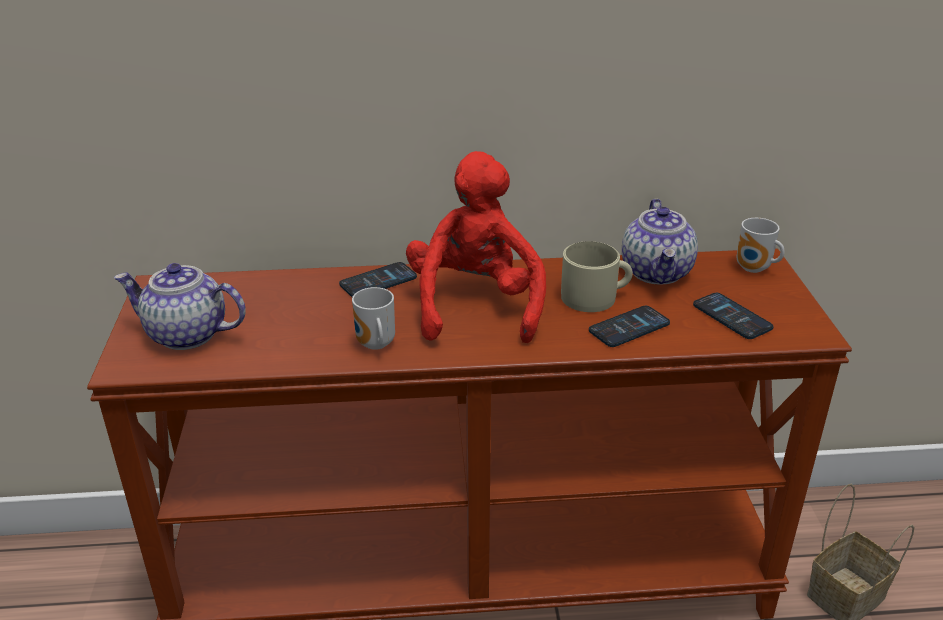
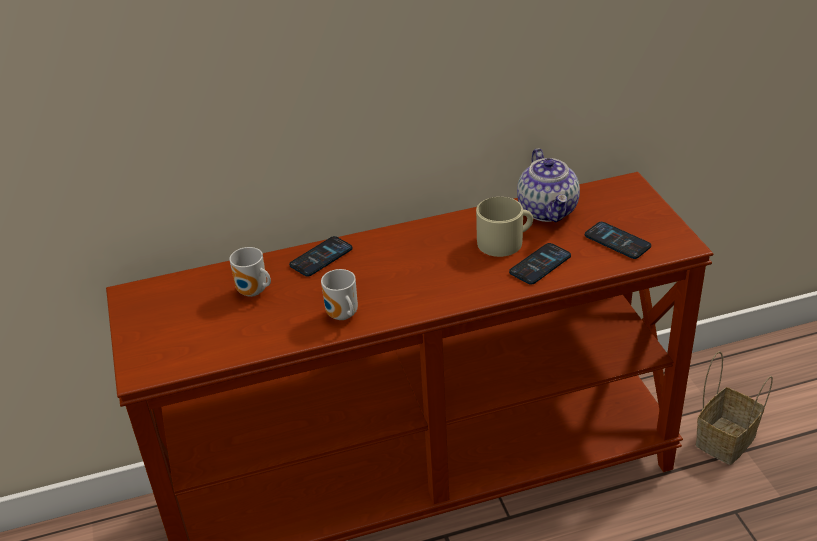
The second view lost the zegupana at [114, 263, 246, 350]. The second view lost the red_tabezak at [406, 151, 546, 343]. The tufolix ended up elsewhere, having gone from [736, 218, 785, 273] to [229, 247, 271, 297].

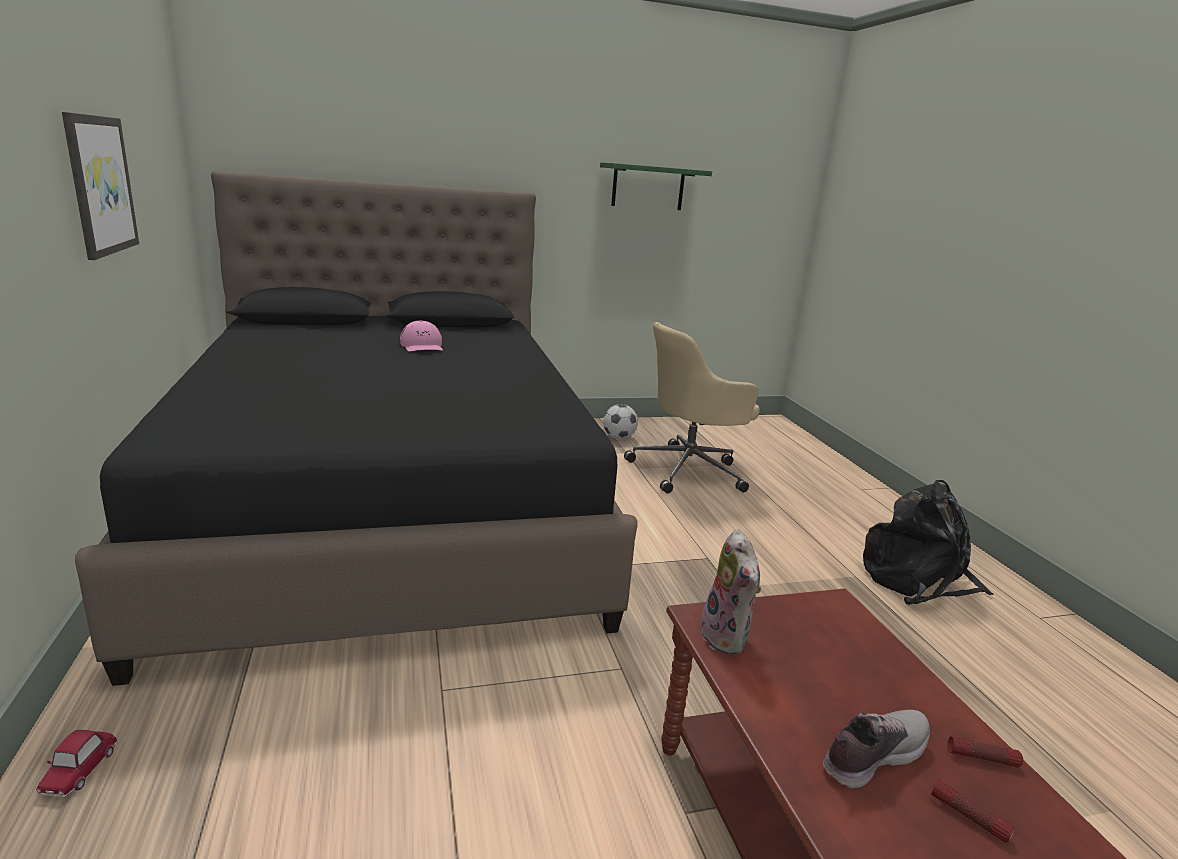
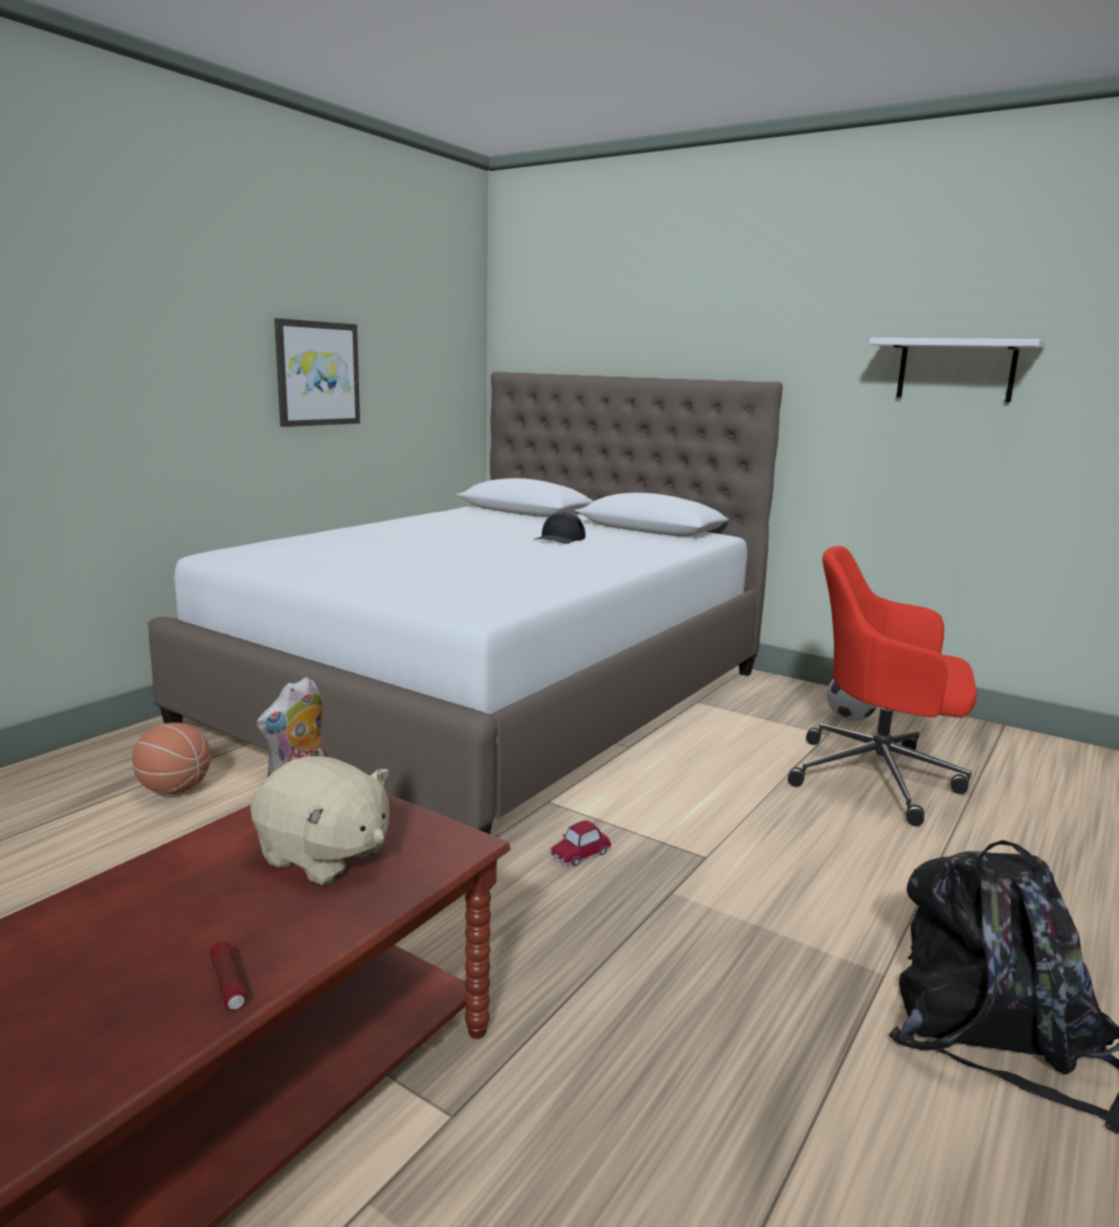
The second view lost the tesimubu at [823, 710, 930, 789]. The second view lost the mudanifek at [931, 780, 1014, 842]. The second view gained the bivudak at [132, 723, 211, 795]. The second view gained the beige_tabezak at [250, 756, 390, 885]. The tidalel ended up elsewhere, having gone from [36, 730, 118, 797] to [550, 821, 611, 866]. What was the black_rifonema at [75, 171, 637, 686] turned into the white_rifonema at [148, 371, 783, 834]. What was the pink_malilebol at [400, 321, 443, 351] turned into the black_malilebol at [534, 512, 585, 544]. What was the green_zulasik at [600, 162, 712, 210] turned into the white_zulasik at [869, 338, 1046, 402]. What was the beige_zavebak at [624, 322, 760, 493] turned into the red_zavebak at [788, 546, 977, 826].

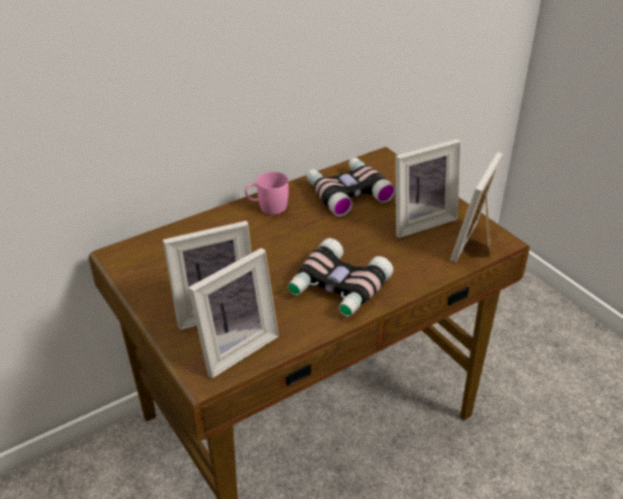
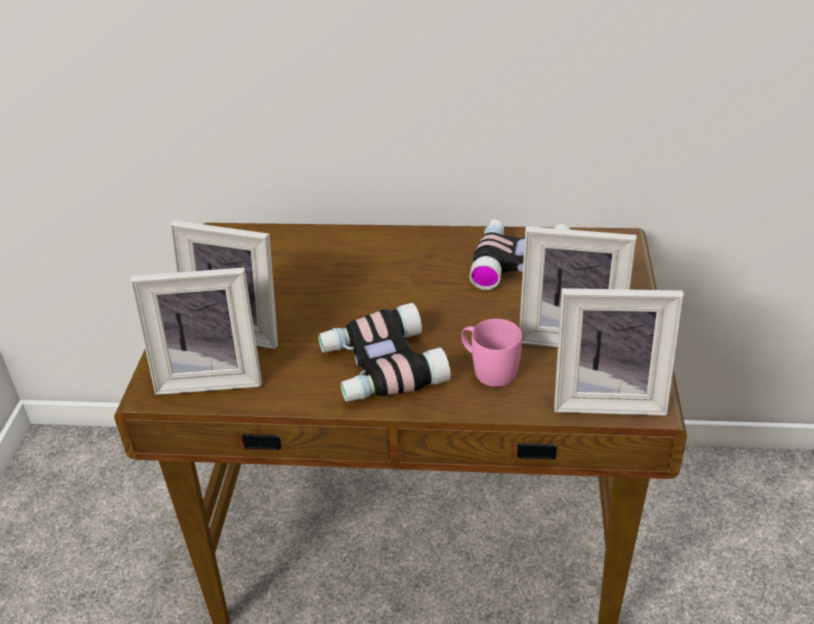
The pink_tufolix ended up elsewhere, having gone from [245, 172, 289, 215] to [461, 319, 522, 387]. The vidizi at [450, 152, 503, 263] ended up facing another way, 150 degrees counterclockwise from before.

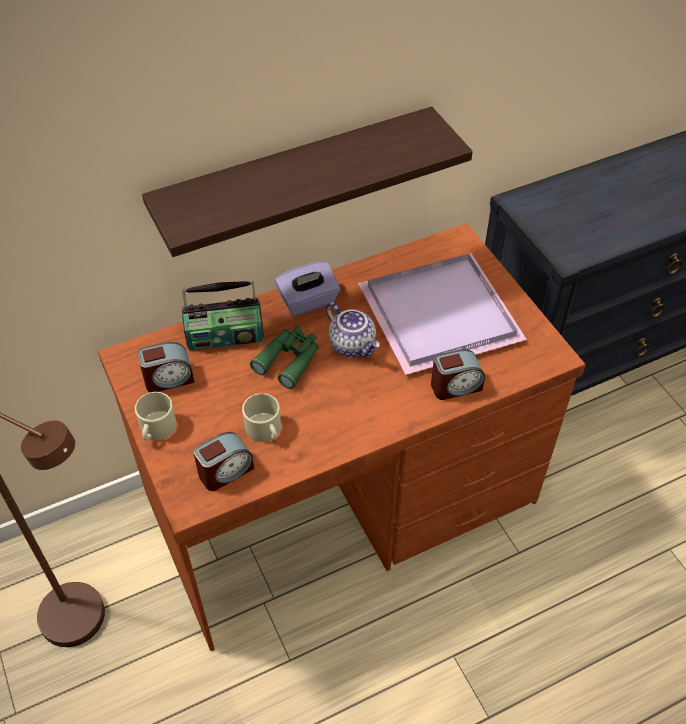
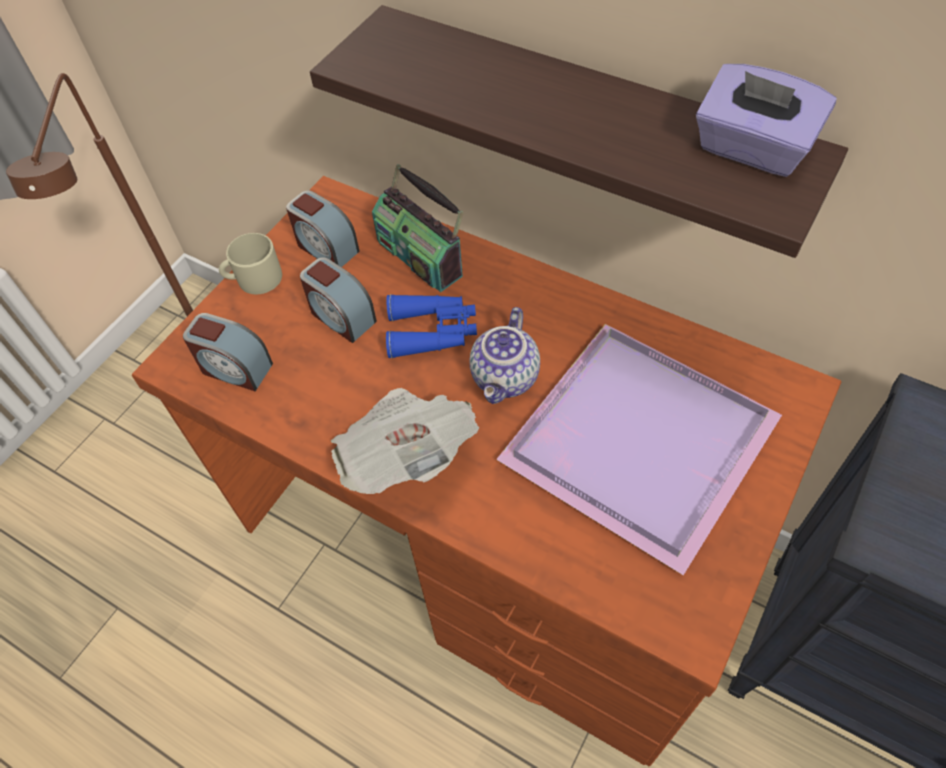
The second view lost the beige_tufolix at [242, 393, 281, 442]. The second view gained the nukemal at [331, 388, 479, 494]. The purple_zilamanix ended up elsewhere, having gone from [275, 261, 340, 316] to [696, 64, 837, 177]. The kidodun ended up elsewhere, having gone from [431, 349, 485, 400] to [300, 257, 377, 343]. What was the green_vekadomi at [250, 327, 319, 389] turned into the blue_vekadomi at [386, 294, 477, 359].

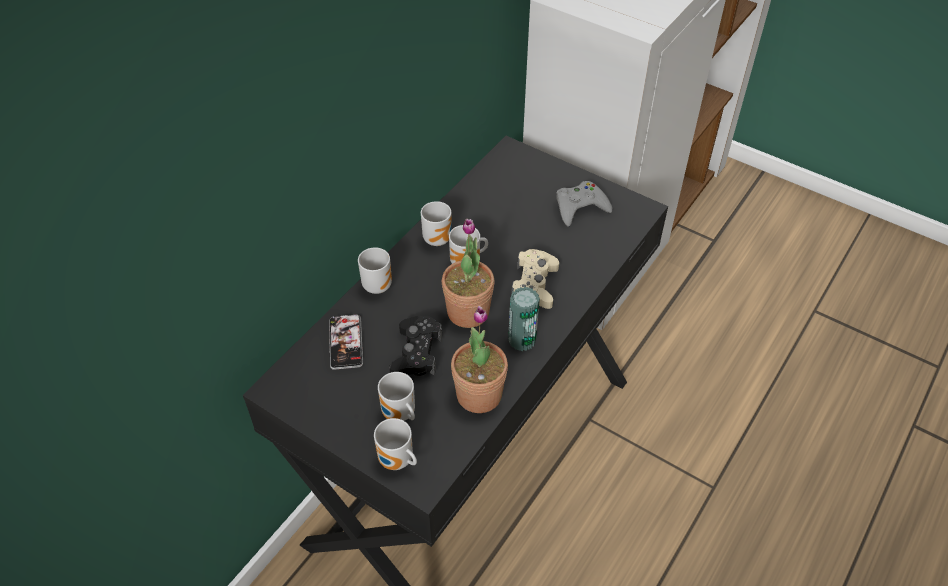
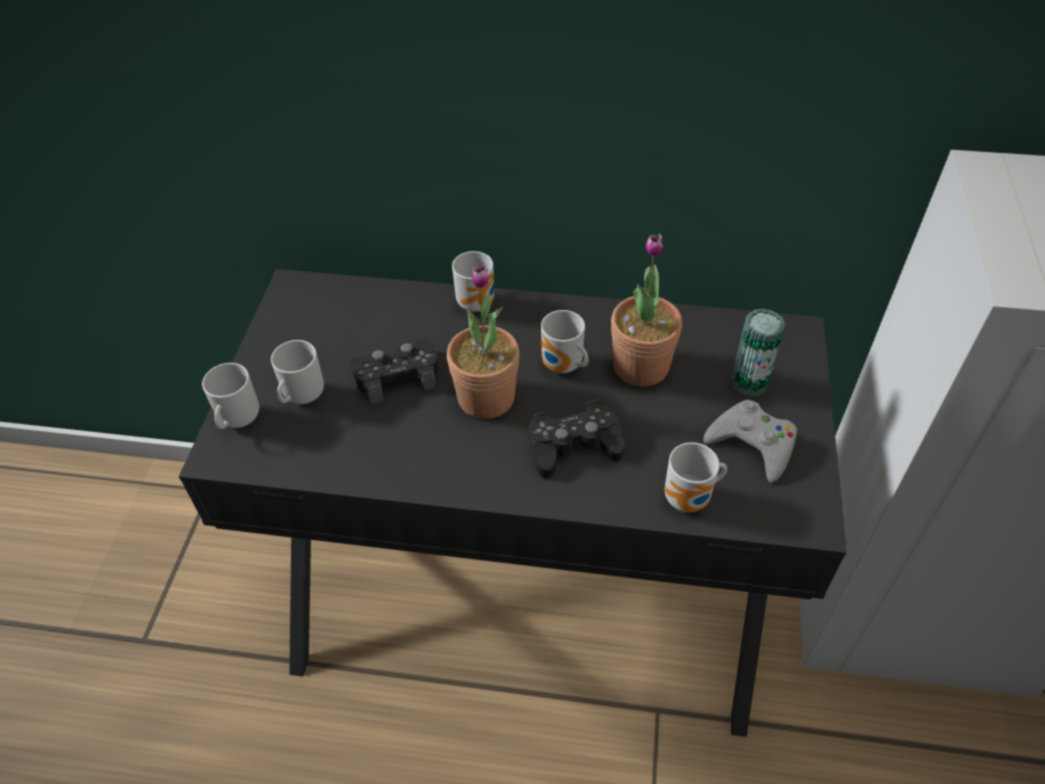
The second view lost the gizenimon at [329, 315, 363, 370]. The tufolix ended up elsewhere, having gone from [421, 201, 451, 246] to [665, 442, 727, 512]. The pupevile ended up elsewhere, having gone from [451, 306, 508, 413] to [611, 234, 682, 387]. The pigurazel ended up elsewhere, having gone from [508, 287, 540, 351] to [731, 309, 786, 397]. What was the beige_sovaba at [511, 249, 559, 309] turned into the black_sovaba at [528, 400, 624, 479].

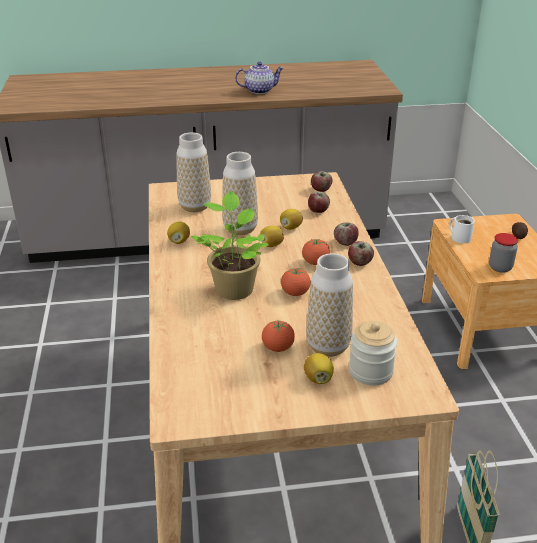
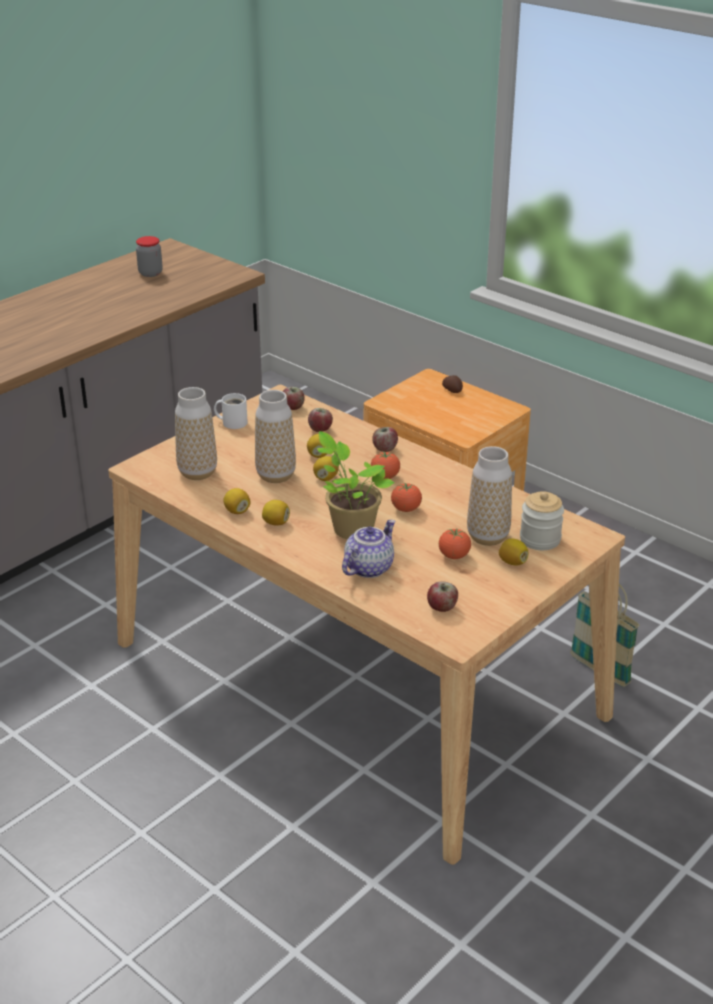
The second view gained the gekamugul at [262, 500, 290, 526]. The zegupana ended up elsewhere, having gone from [235, 62, 284, 94] to [342, 520, 395, 578]. The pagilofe ended up elsewhere, having gone from [348, 241, 374, 266] to [427, 581, 458, 612]. The white_tufolix ended up elsewhere, having gone from [449, 215, 475, 243] to [214, 393, 248, 429]. The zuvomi ended up elsewhere, having gone from [489, 233, 518, 273] to [136, 236, 162, 277].

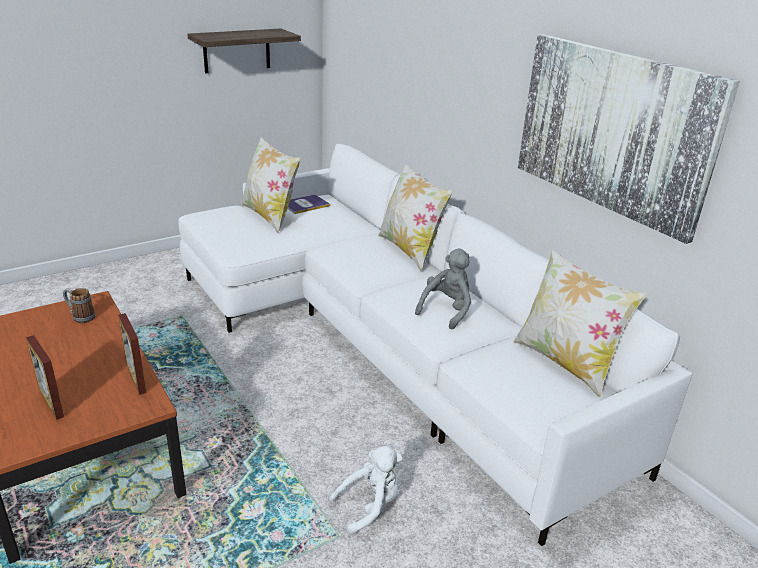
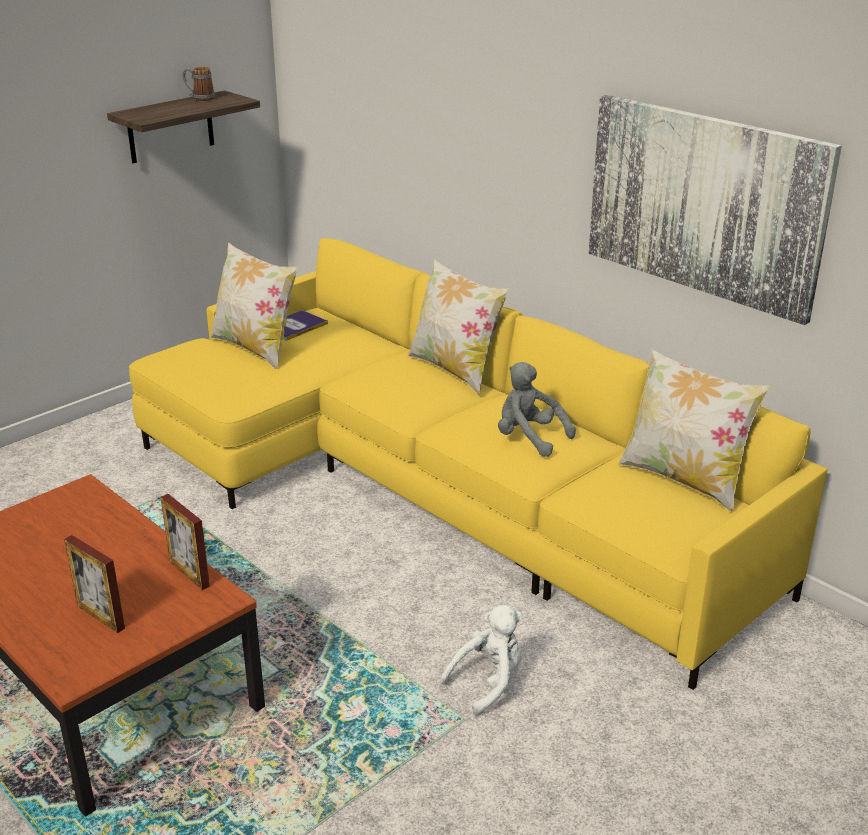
The tufolix ended up elsewhere, having gone from [63, 288, 95, 323] to [182, 67, 215, 101]. What was the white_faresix at [178, 144, 692, 546] turned into the yellow_faresix at [129, 238, 828, 690]. The grey_tabezak at [415, 248, 471, 330] ended up facing another way, 75 degrees counterclockwise from before.

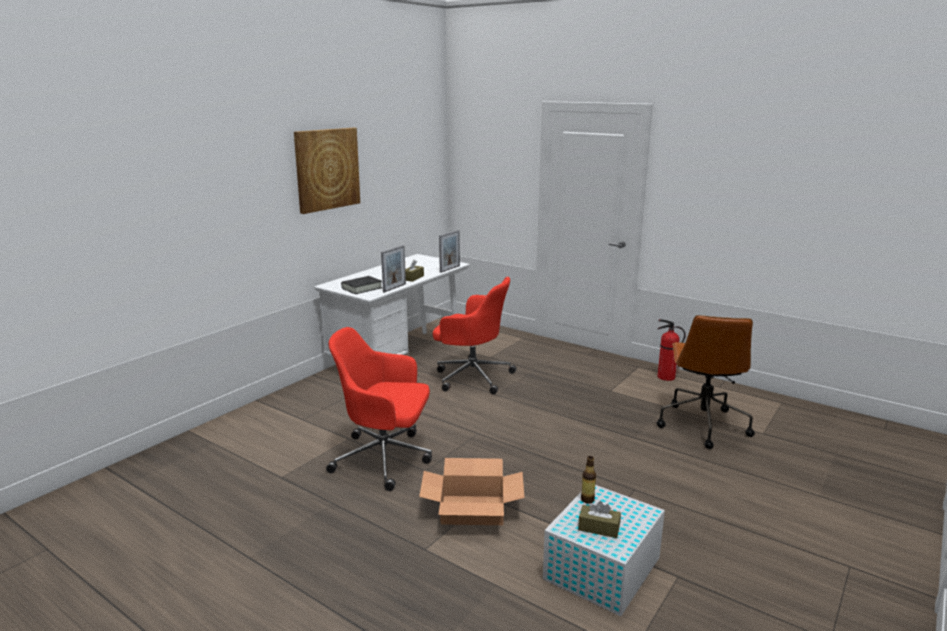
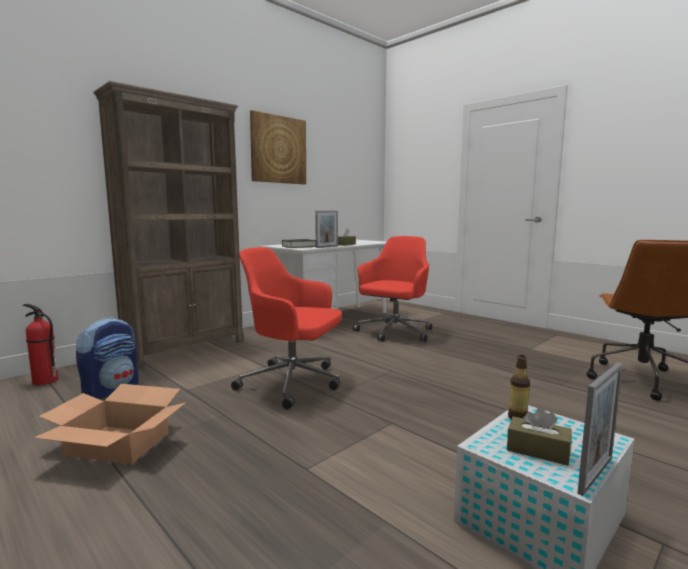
The second view gained the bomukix at [76, 317, 138, 399]. The second view gained the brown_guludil at [93, 81, 244, 367]. The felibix ended up elsewhere, having gone from [419, 458, 525, 525] to [34, 384, 185, 464]. The vidizi ended up elsewhere, having gone from [439, 230, 460, 273] to [577, 363, 622, 496]. The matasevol ended up elsewhere, having gone from [657, 319, 686, 381] to [23, 304, 59, 385]. The red_zavebak at [433, 277, 517, 394] ended up facing another way, 90 degrees counterclockwise from before.

